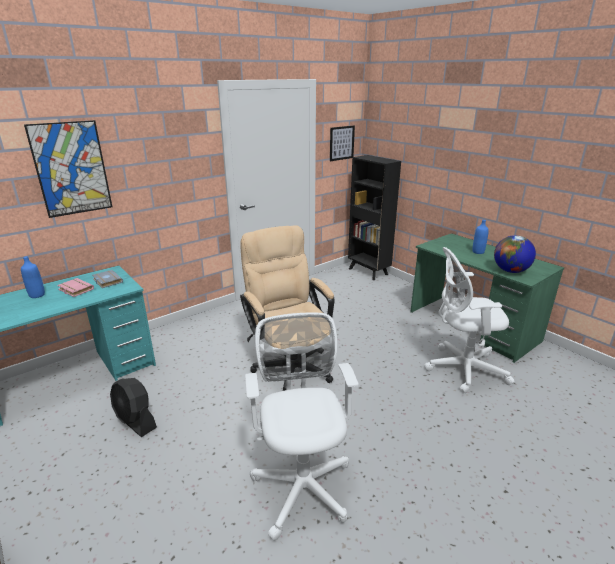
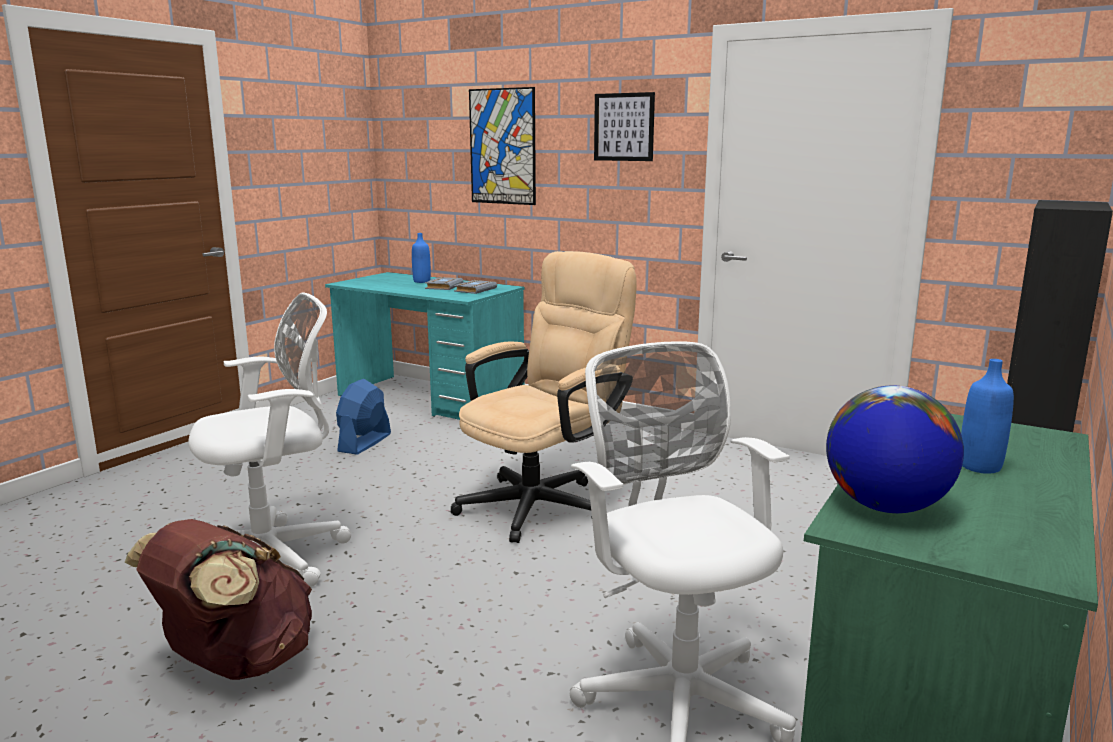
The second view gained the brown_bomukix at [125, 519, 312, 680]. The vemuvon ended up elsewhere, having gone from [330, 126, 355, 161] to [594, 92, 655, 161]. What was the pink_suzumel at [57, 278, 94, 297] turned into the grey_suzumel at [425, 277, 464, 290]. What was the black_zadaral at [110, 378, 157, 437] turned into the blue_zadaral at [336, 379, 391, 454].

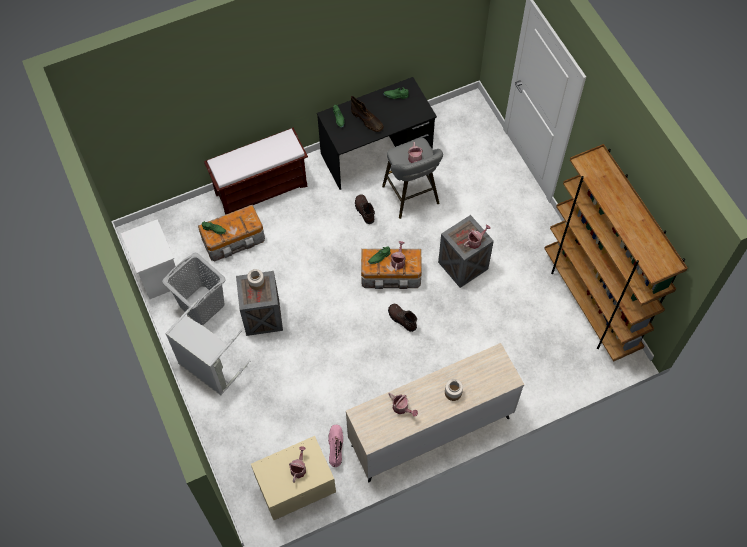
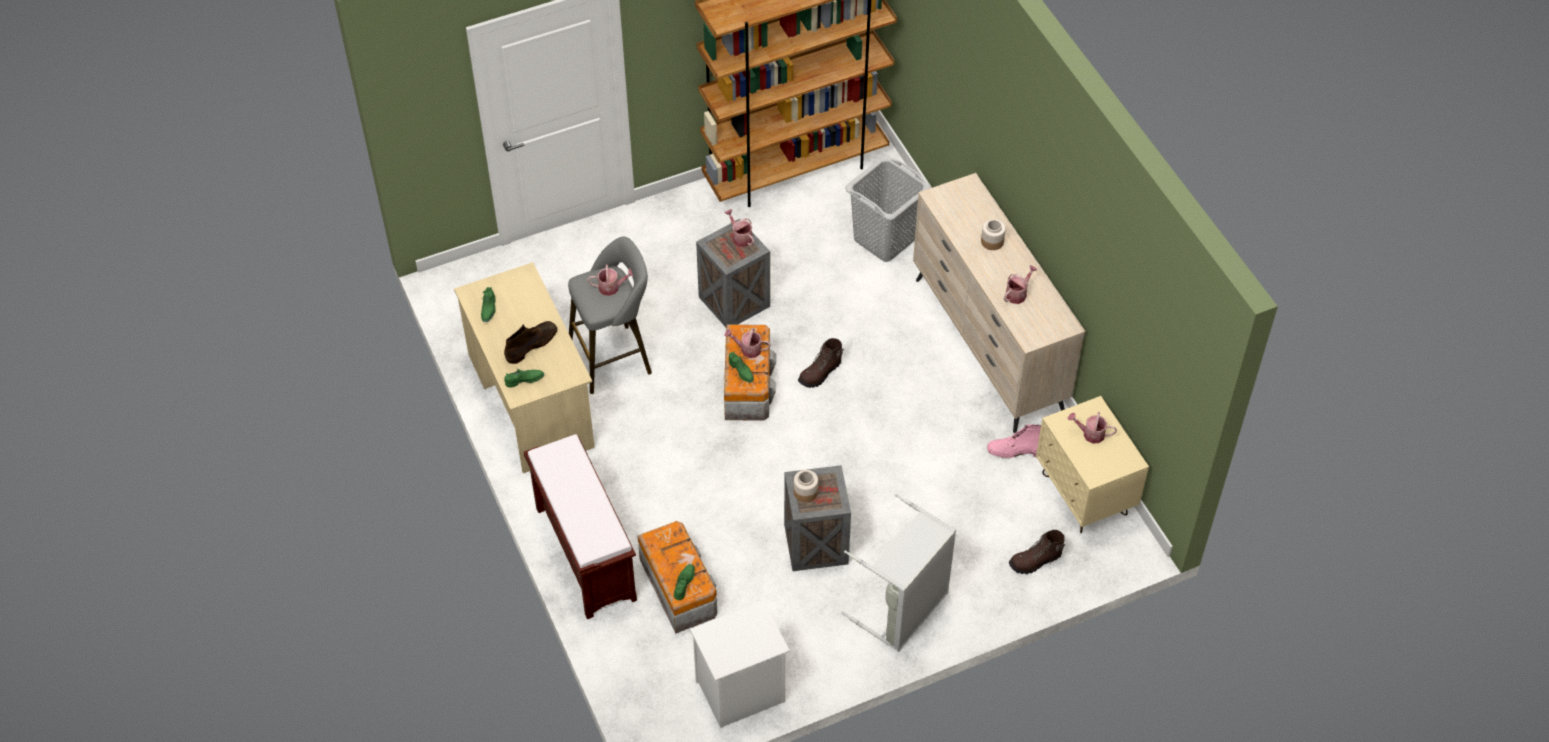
The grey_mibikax ended up elsewhere, having gone from [162, 253, 226, 325] to [845, 156, 931, 262]. The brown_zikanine ended up elsewhere, having gone from [355, 194, 375, 224] to [1009, 530, 1065, 574]. What was the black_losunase at [317, 77, 437, 190] turned into the beige_losunase at [454, 262, 595, 473].

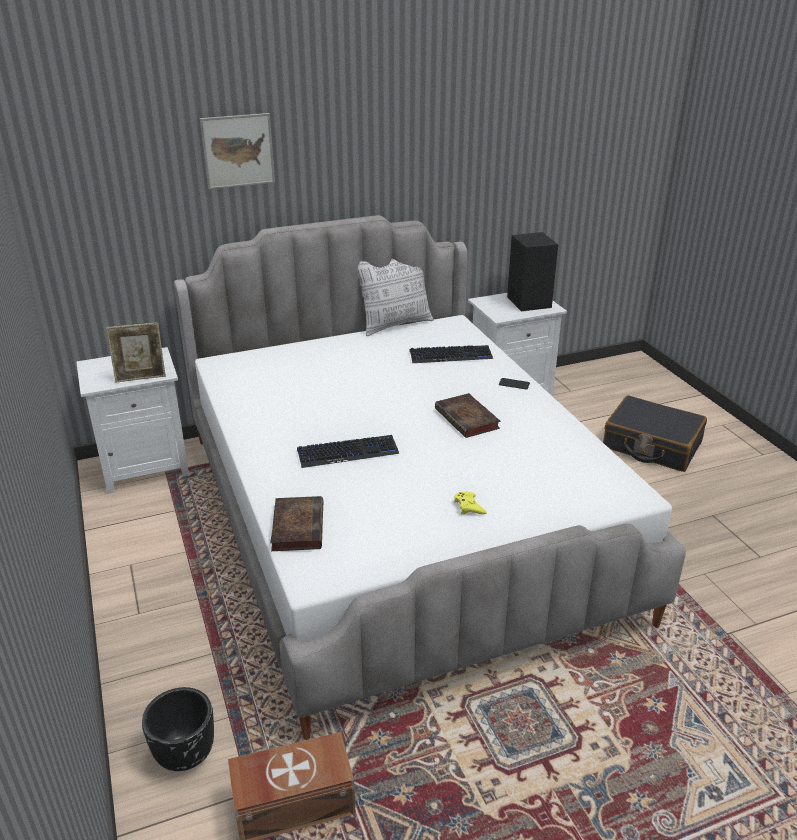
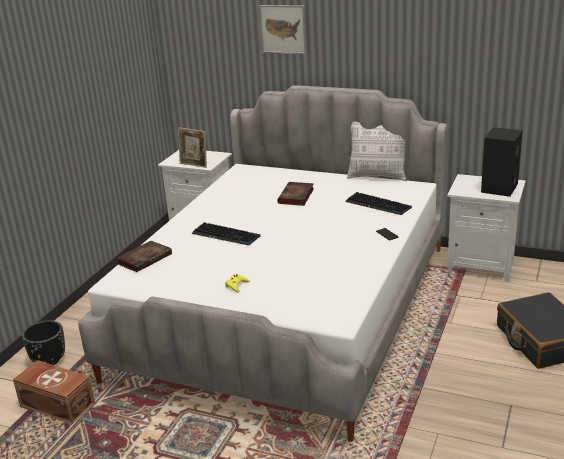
The suzumel ended up elsewhere, having gone from [435, 393, 500, 438] to [277, 182, 314, 206].

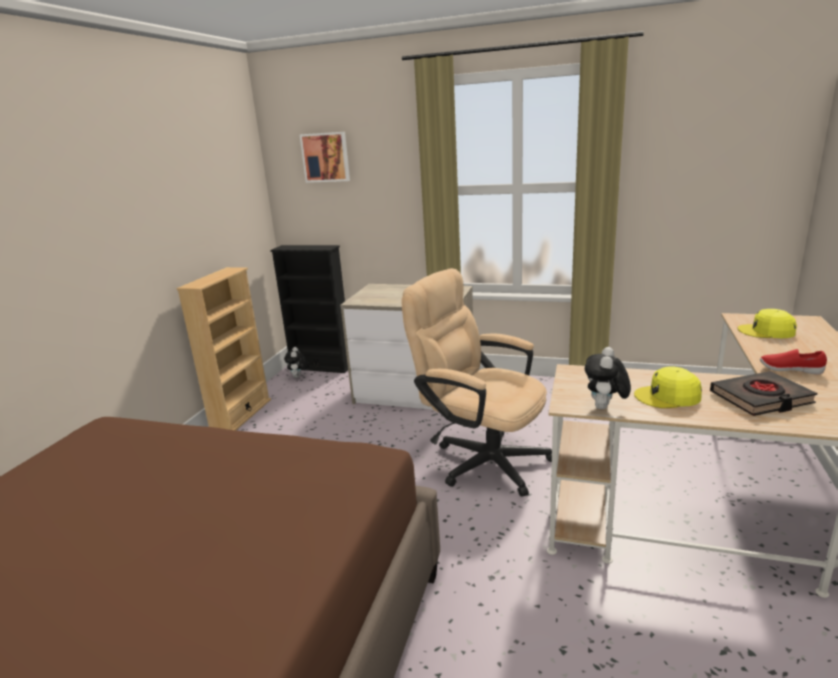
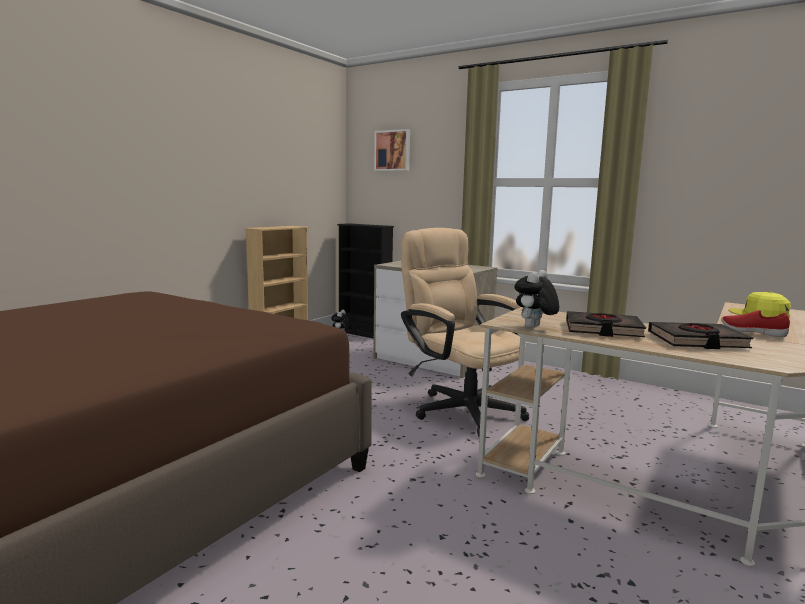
Where the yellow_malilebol stood at [634, 366, 702, 408], the black_suzumel came to stand at [566, 311, 646, 337].

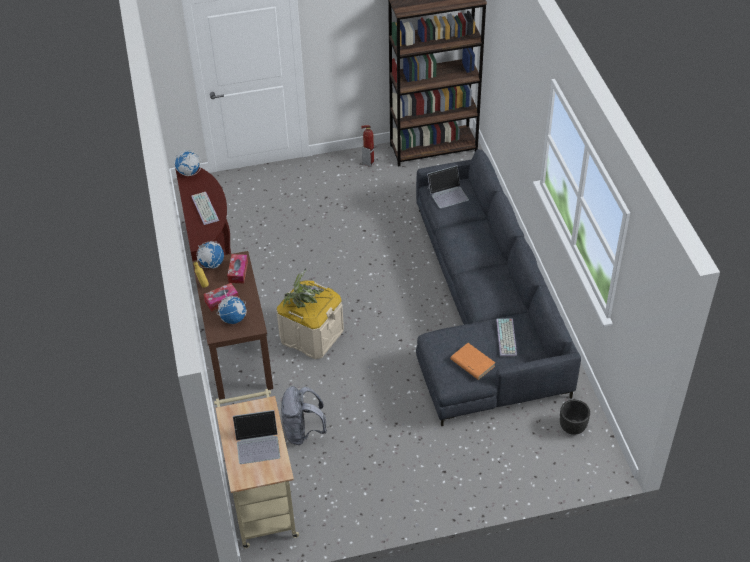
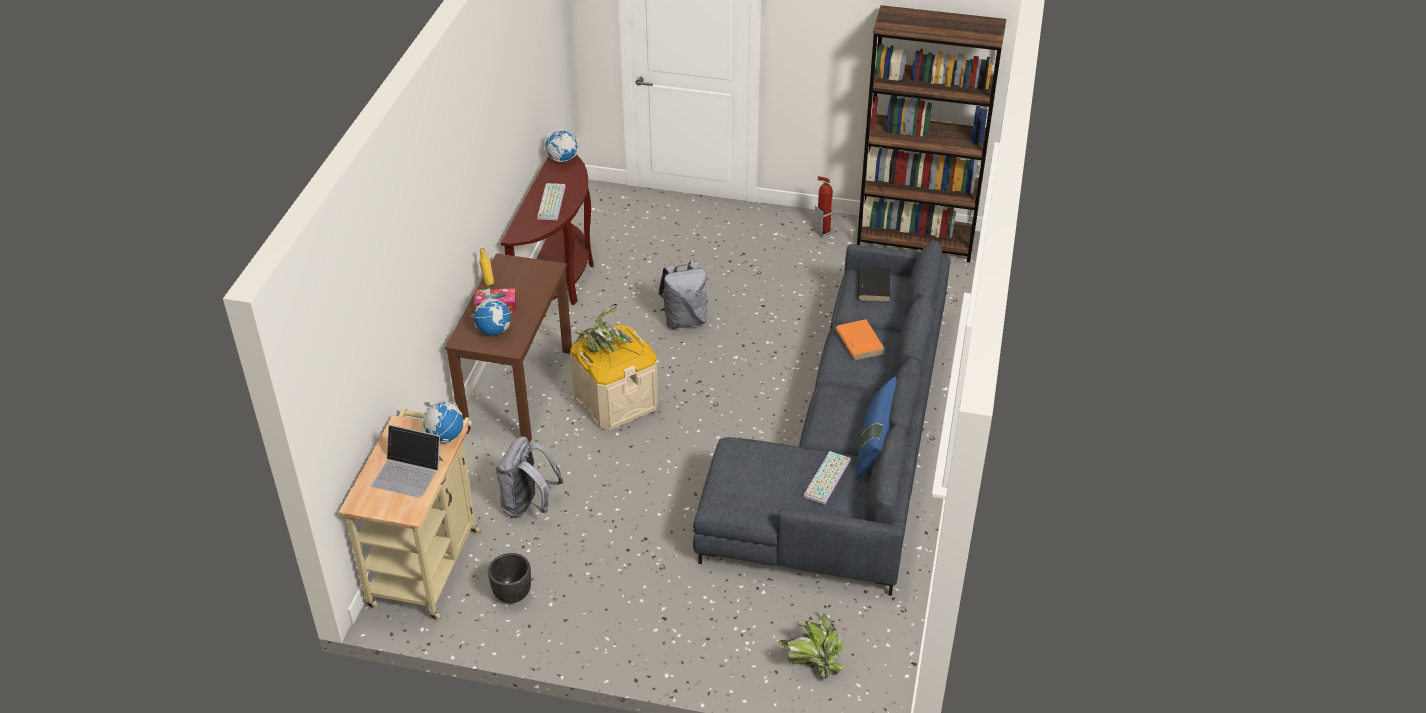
The second view lost the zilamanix at [227, 254, 248, 283]. The second view gained the grey_bomukix at [658, 261, 708, 329]. The second view gained the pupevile at [779, 612, 844, 679]. The second view gained the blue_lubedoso at [857, 377, 897, 480]. The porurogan ended up elsewhere, having gone from [197, 241, 224, 269] to [421, 401, 463, 443]. The orange_suzumel ended up elsewhere, having gone from [450, 343, 495, 380] to [836, 319, 885, 360]. The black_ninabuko ended up elsewhere, having gone from [560, 400, 590, 435] to [488, 553, 531, 603]. Where the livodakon stood at [427, 165, 469, 208], the black_suzumel came to stand at [858, 267, 890, 302].

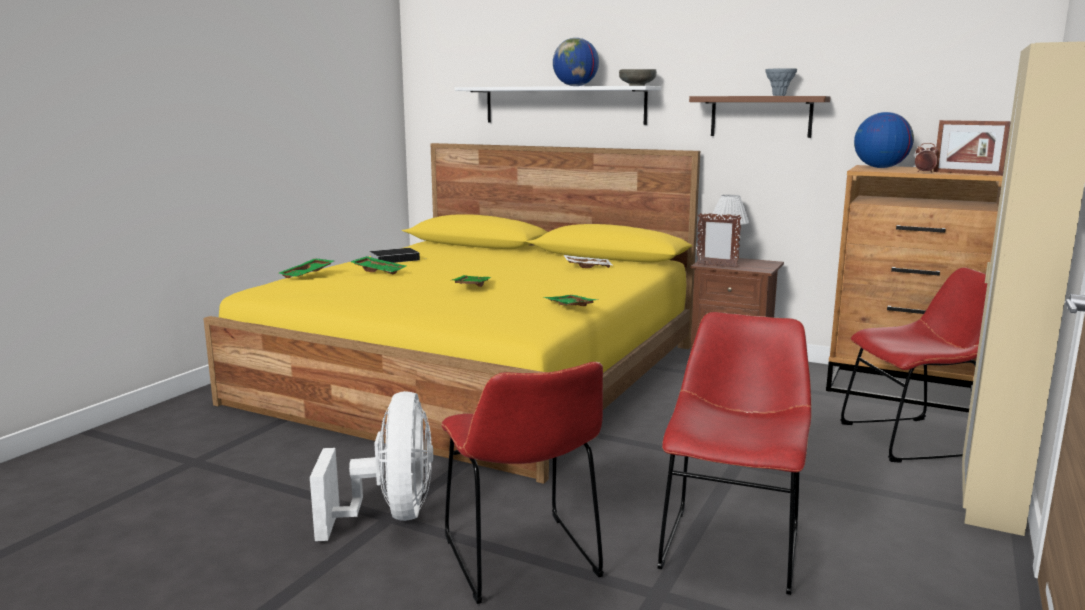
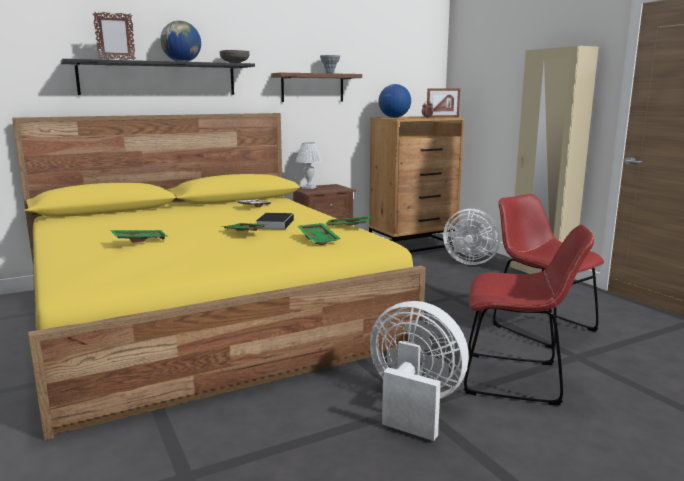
The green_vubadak ended up elsewhere, having gone from [279, 258, 334, 278] to [297, 223, 341, 245]. The suzumel ended up elsewhere, having gone from [370, 248, 426, 263] to [256, 213, 294, 229]. The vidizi ended up elsewhere, having gone from [697, 213, 742, 268] to [93, 12, 136, 60]. Where the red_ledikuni stood at [840, 267, 987, 463], the white_zadaral came to stand at [443, 209, 501, 265]. What was the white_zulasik at [455, 86, 661, 125] turned into the black_zulasik at [61, 59, 255, 95].

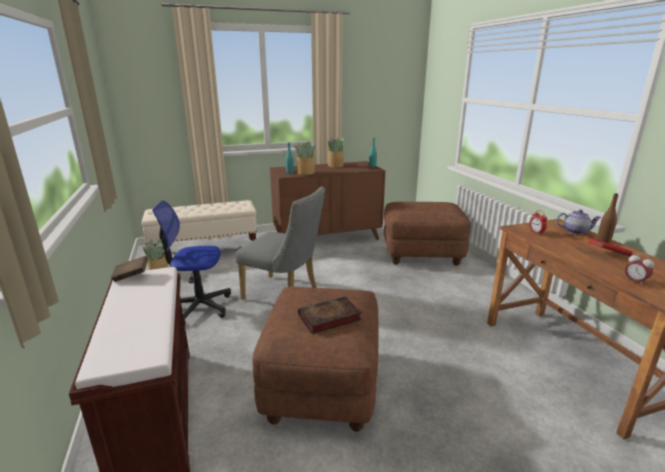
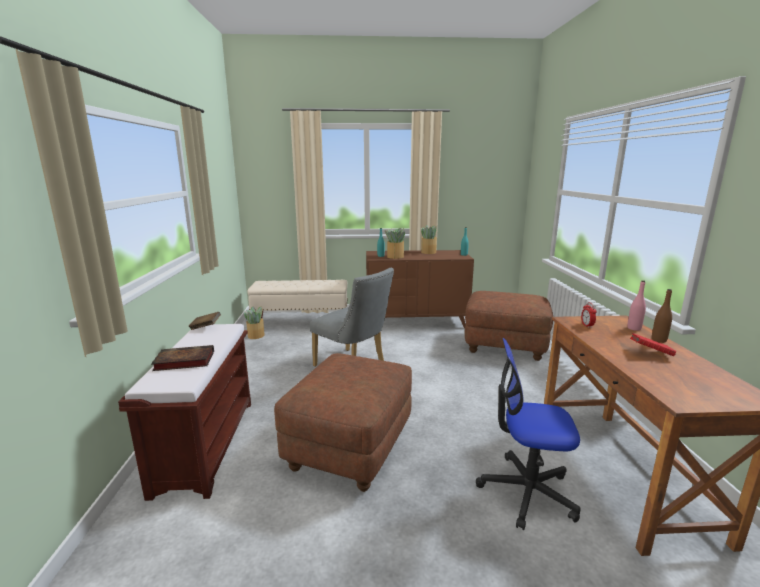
The second view lost the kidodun at [625, 253, 654, 286]. The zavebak ended up elsewhere, having gone from [152, 200, 231, 324] to [476, 338, 581, 530]. The suzumel ended up elsewhere, having gone from [298, 296, 361, 334] to [151, 345, 214, 371]. Where the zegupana stood at [556, 210, 602, 234], the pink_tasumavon came to stand at [627, 280, 646, 331].

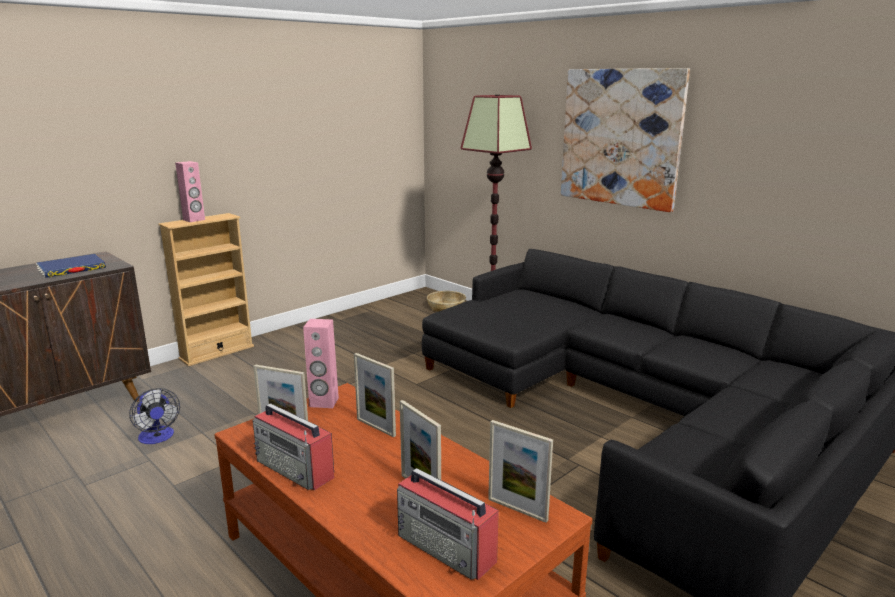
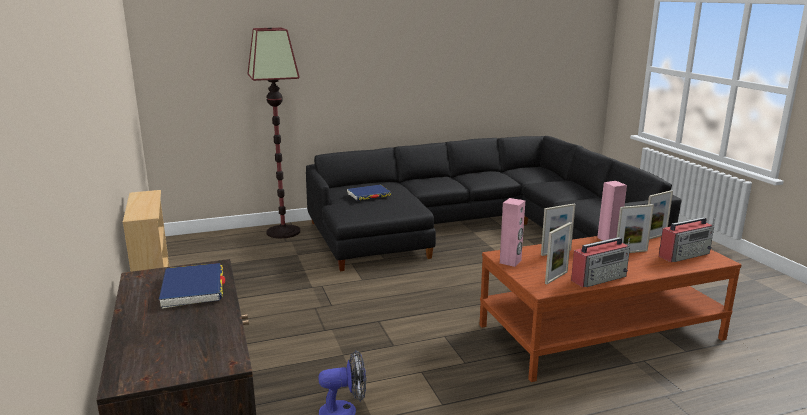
The second view lost the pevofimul at [427, 291, 466, 311]. The second view lost the vemuvon at [561, 68, 690, 212]. The second view gained the blue_suzumel at [347, 184, 392, 201]. The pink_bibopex ended up elsewhere, having gone from [175, 161, 205, 222] to [597, 181, 627, 241].

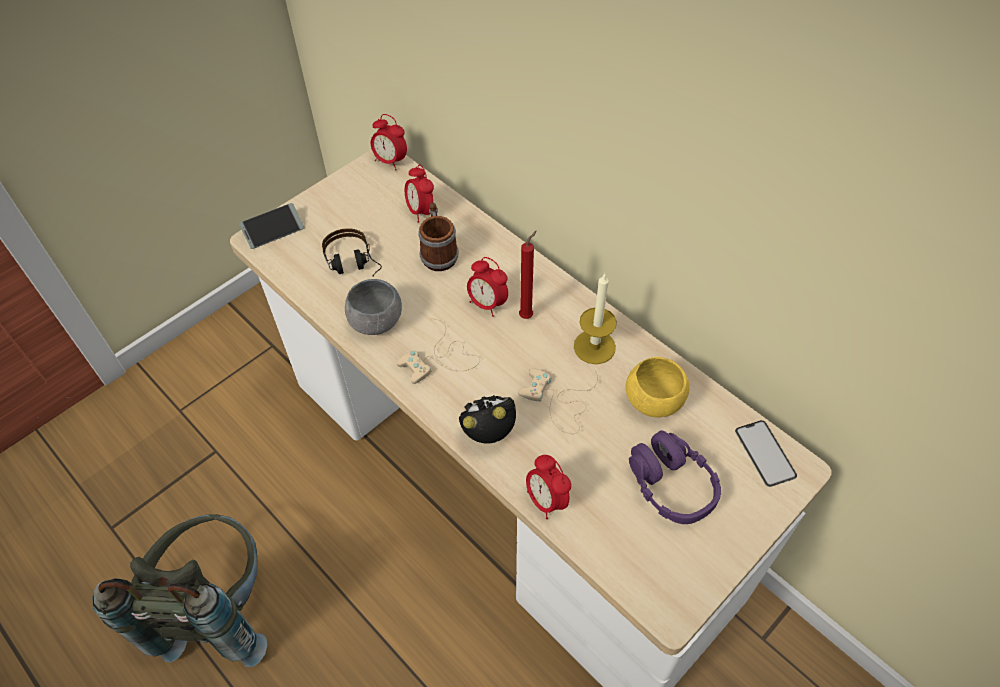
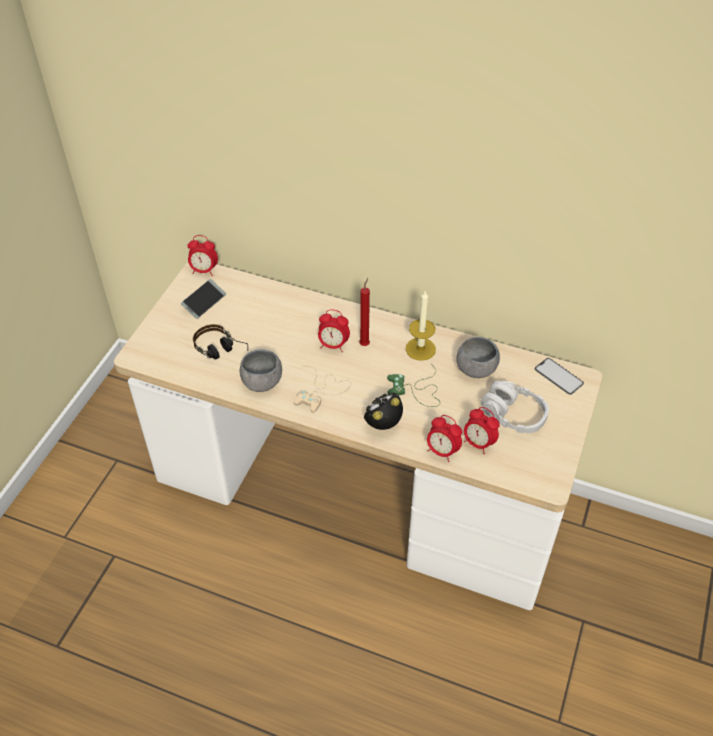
The second view lost the grey_bomukix at [93, 514, 267, 667]. The second view lost the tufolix at [418, 203, 459, 271]. The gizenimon ended up elsewhere, having gone from [239, 203, 304, 249] to [181, 279, 226, 319]. The kidodun ended up elsewhere, having gone from [405, 164, 434, 223] to [464, 407, 500, 454]. What was the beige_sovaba at [518, 368, 598, 434] turned into the green_sovaba at [387, 363, 440, 407]. What was the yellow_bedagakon at [626, 357, 689, 417] turned into the grey_bedagakon at [457, 337, 500, 378]. What was the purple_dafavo at [629, 430, 721, 524] turned into the grey_dafavo at [481, 381, 549, 433].

